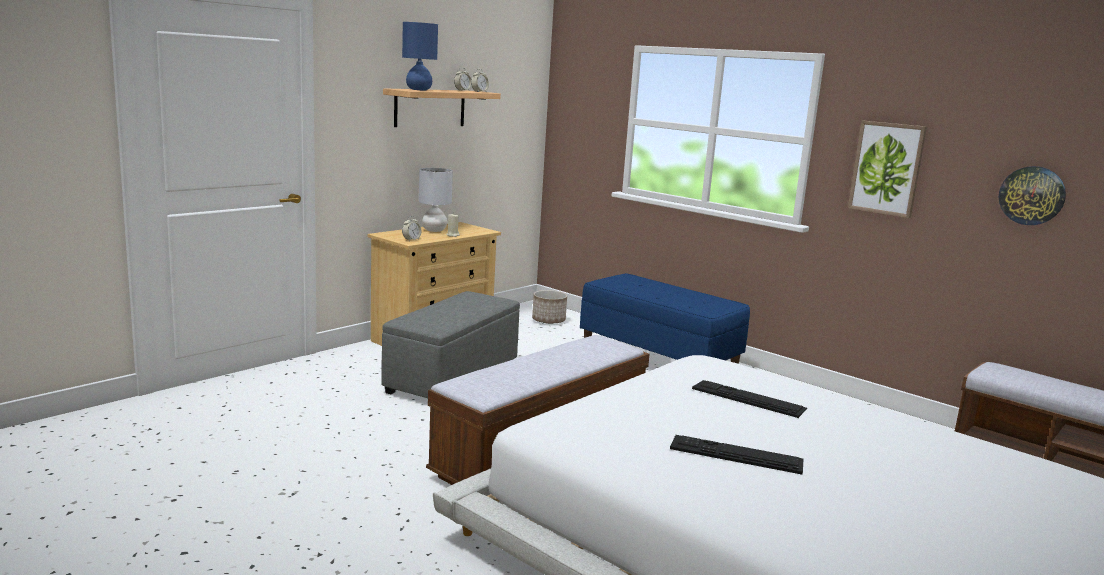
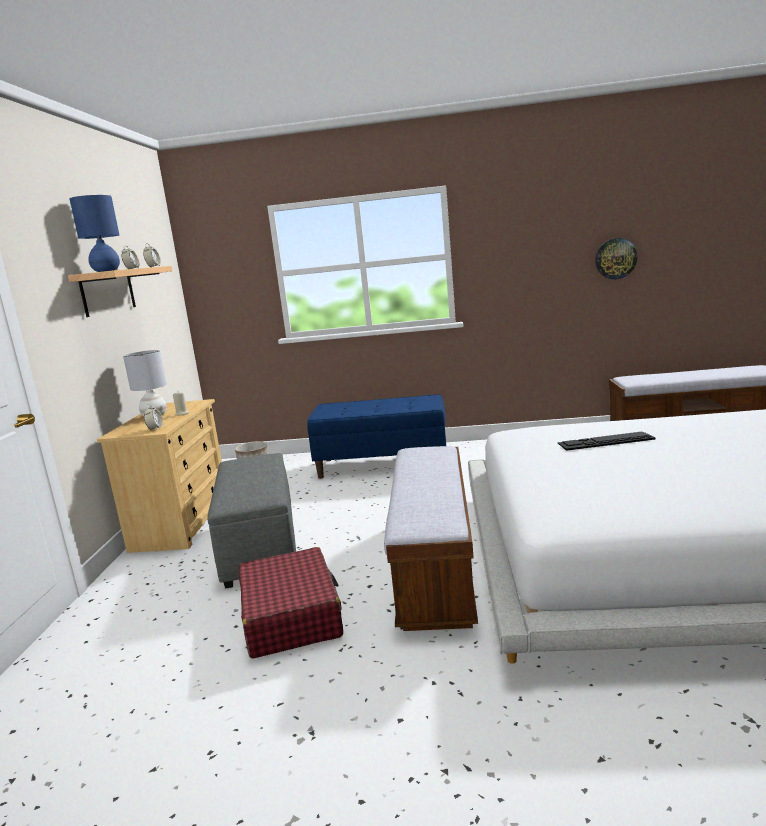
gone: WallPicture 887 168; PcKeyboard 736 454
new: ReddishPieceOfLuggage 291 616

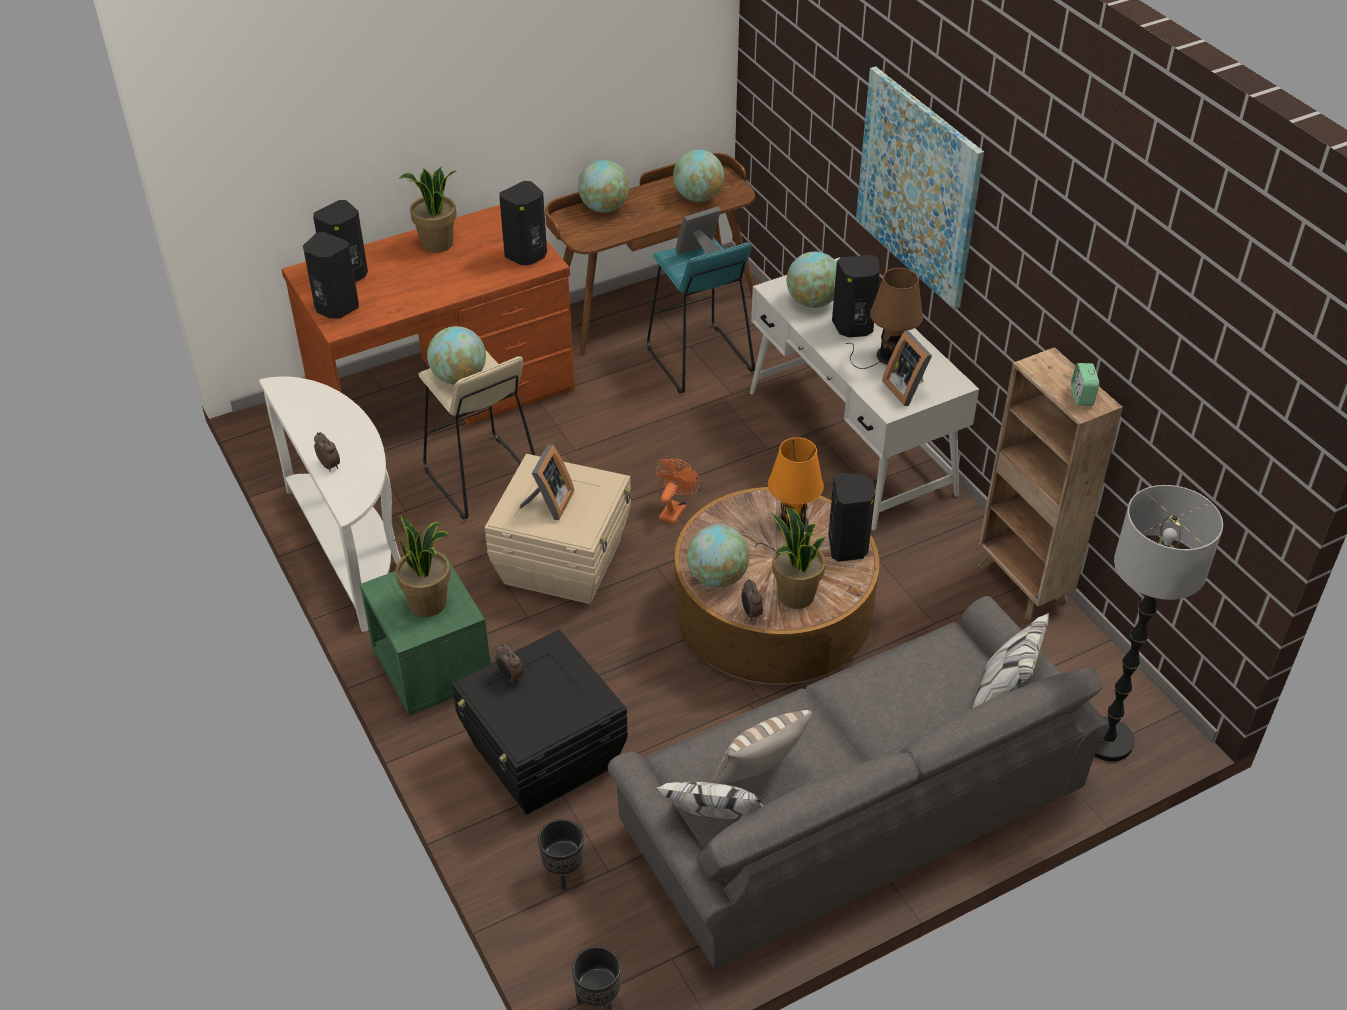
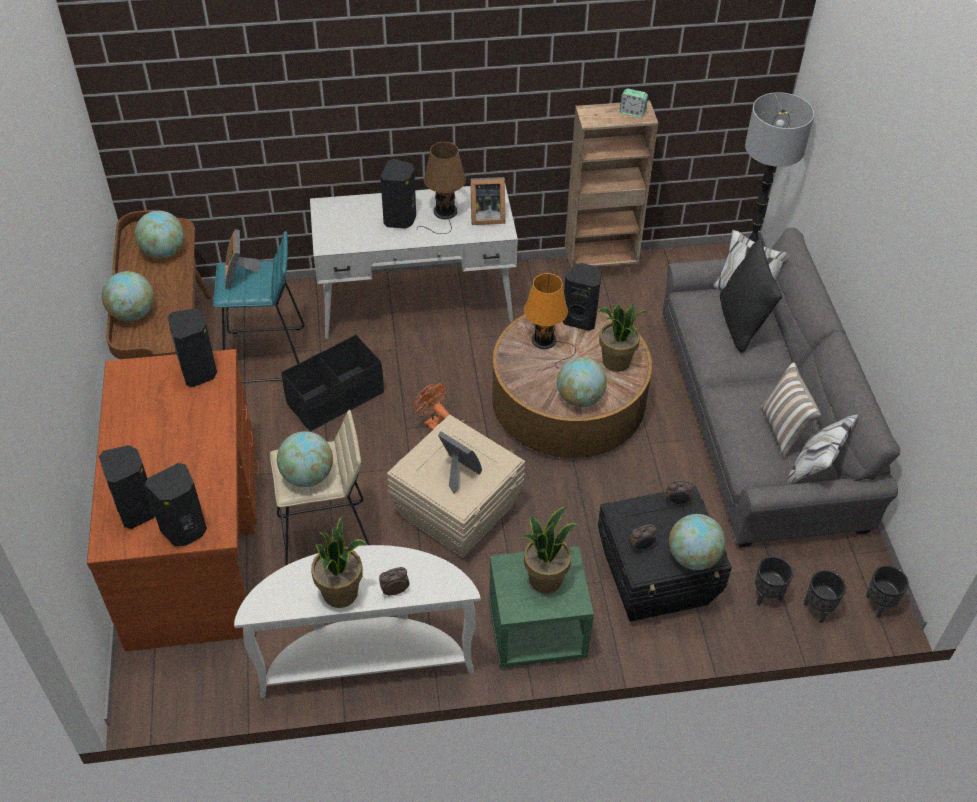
gone: WallPicture 918 187
new: BlackishThrowPillow 742 323; BlackishStorageContainer 335 398; BlackishFlowerPot 818 609
shifted: PottedPlant 437 244 to 341 593; WorldGlobe 812 302 to 693 557; AlarmClock 751 613 to 677 502

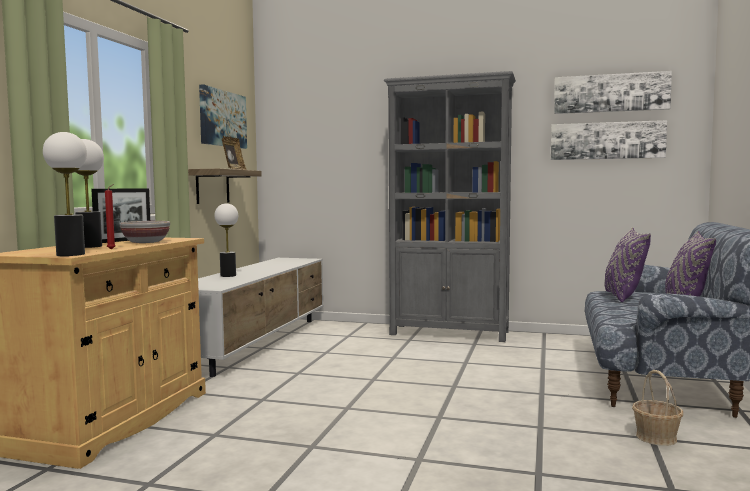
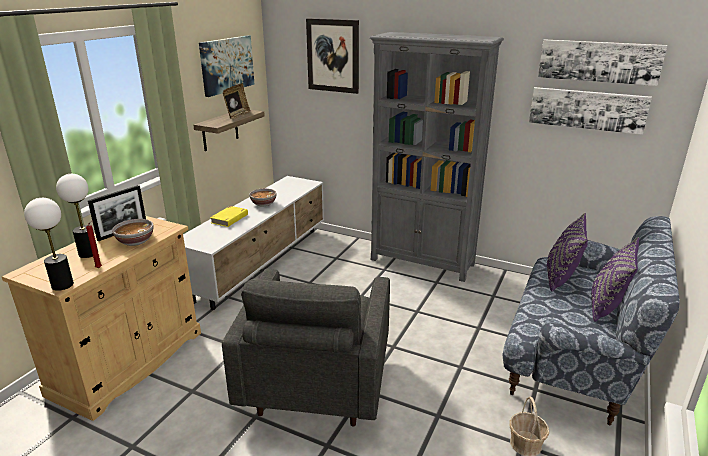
new: WallPicture 333 56; ServingBowl 263 204; GreyEasyChair 315 386
swapped: LampForATable 228 275 to YellowBook 230 218

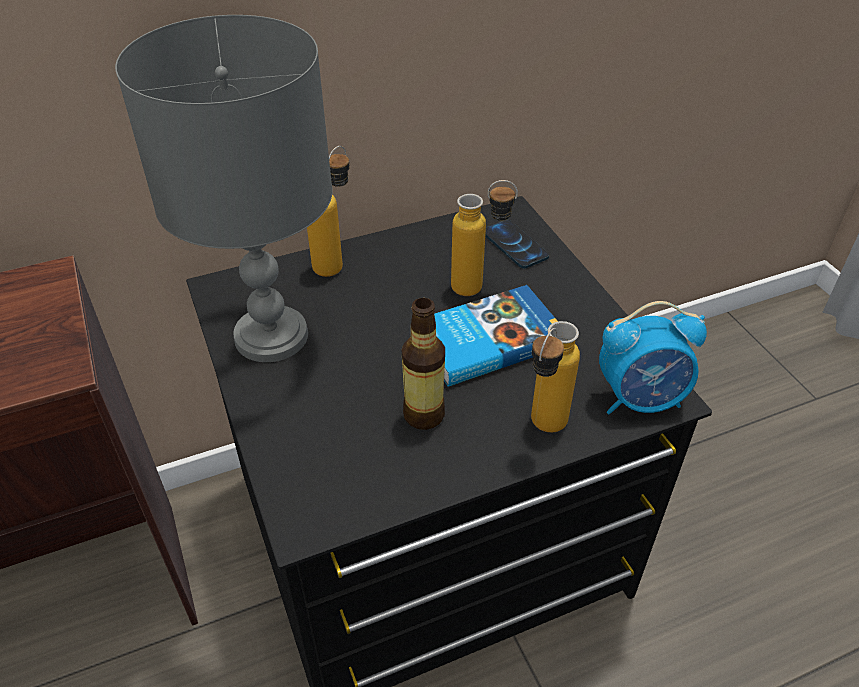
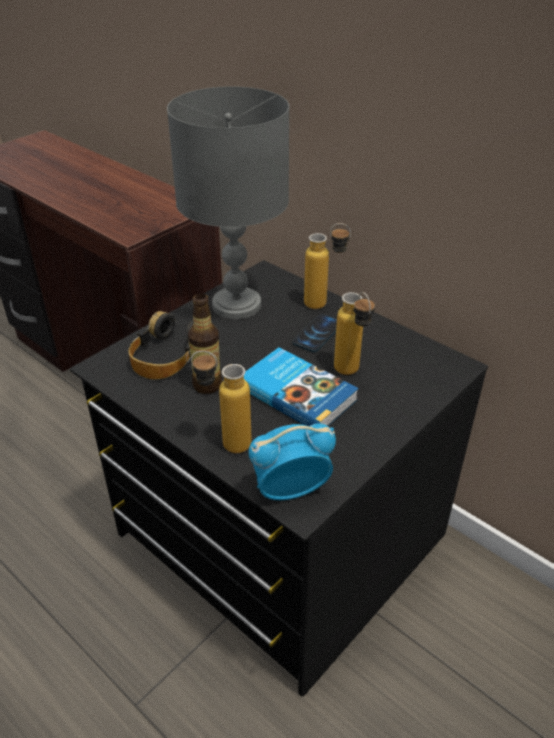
new: PairOfHeadphones 167 355
shifted: Phone 514 245 to 317 334
rotated: AlarmClock 641 399 = 289 490 105 degrees clockwise

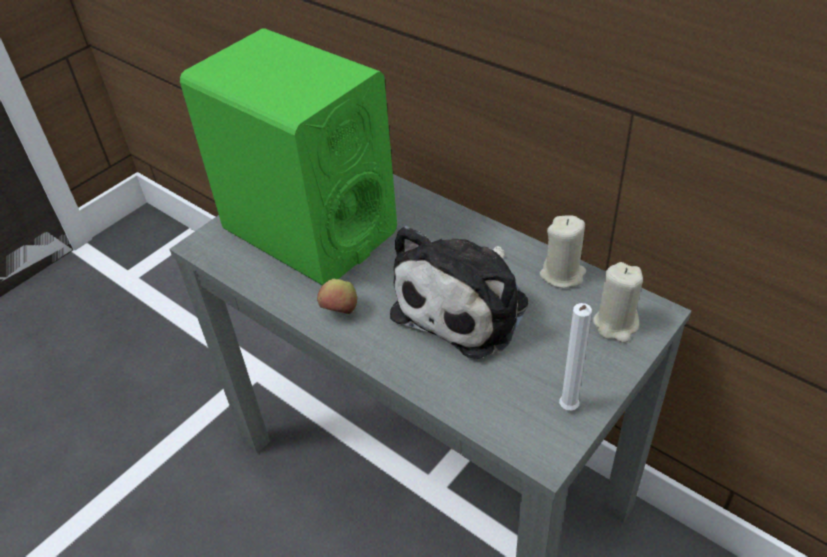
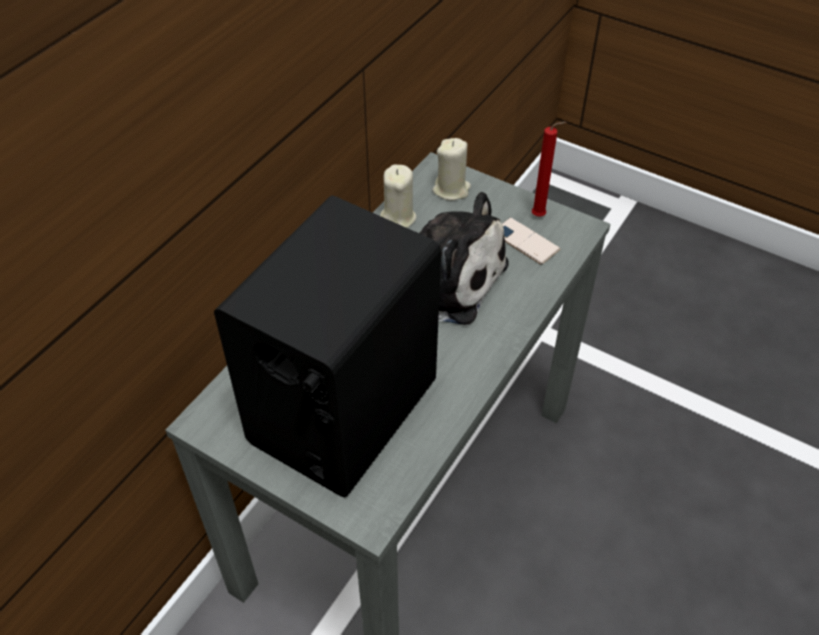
gone: AppleFruit 340 312
new: Phone 525 241
repainted: GreenishSpeaker 309 230 to BlackishSpeaker 343 413; WhitishWaxLight 567 410 to ReddishWaxLight 540 216

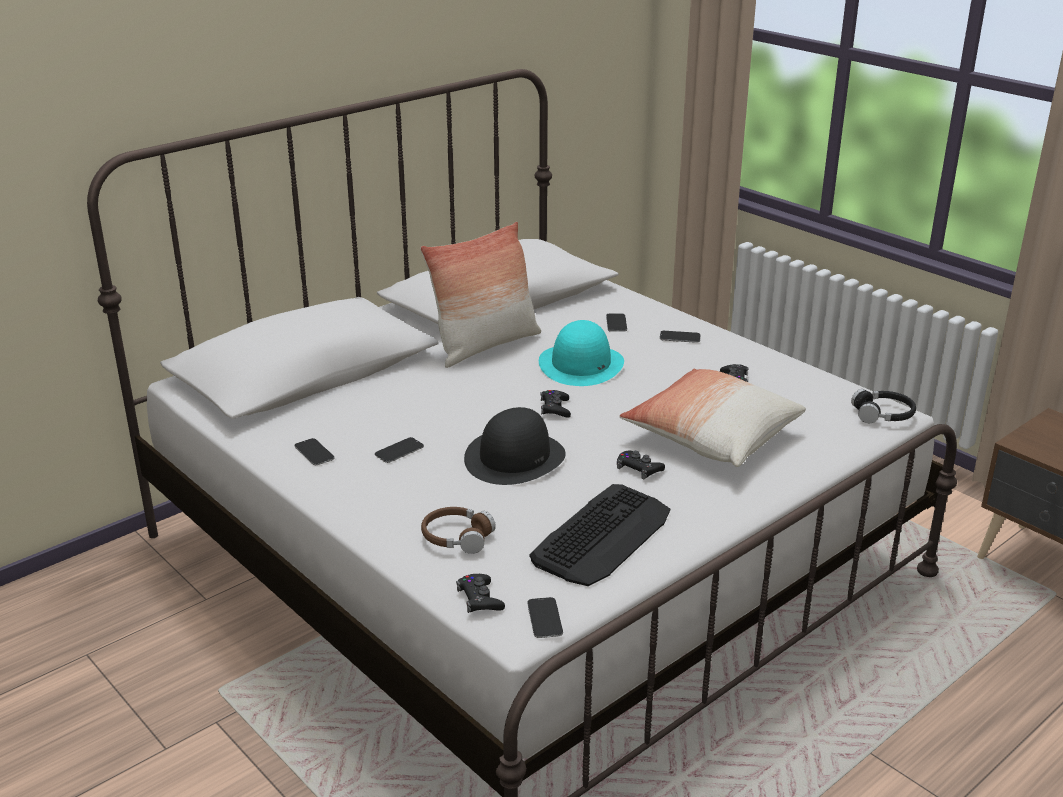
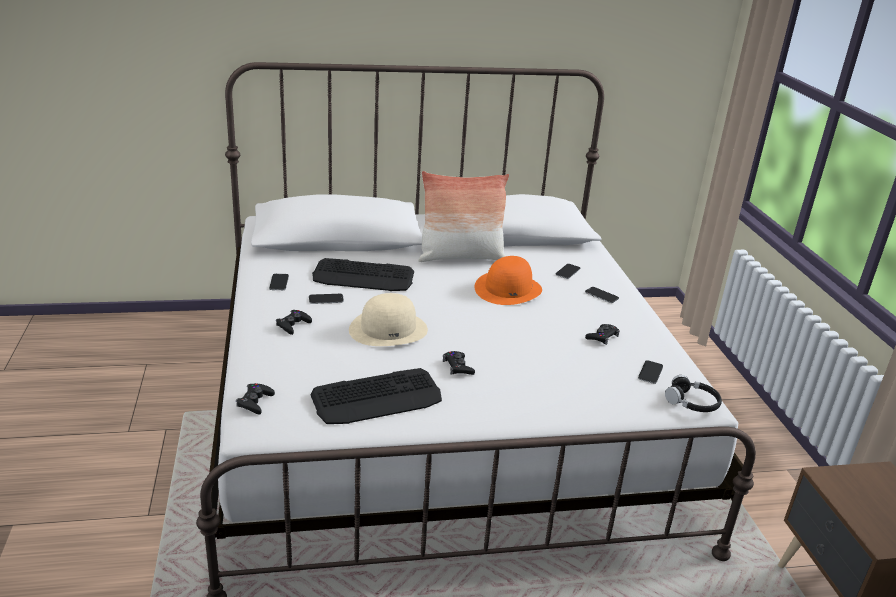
gone: ThrowPillow 711 437; BrownColouredPairOfHeadphones 457 537
new: PcKeyboard 363 277
shifted: BlackishGamepad 555 408 to 293 325; Phone 545 619 to 650 373
repainted: TurquoiseColouredHat 581 364 to OrangeyHat 508 289; BlackishHat 515 457 to BeigeHat 388 329

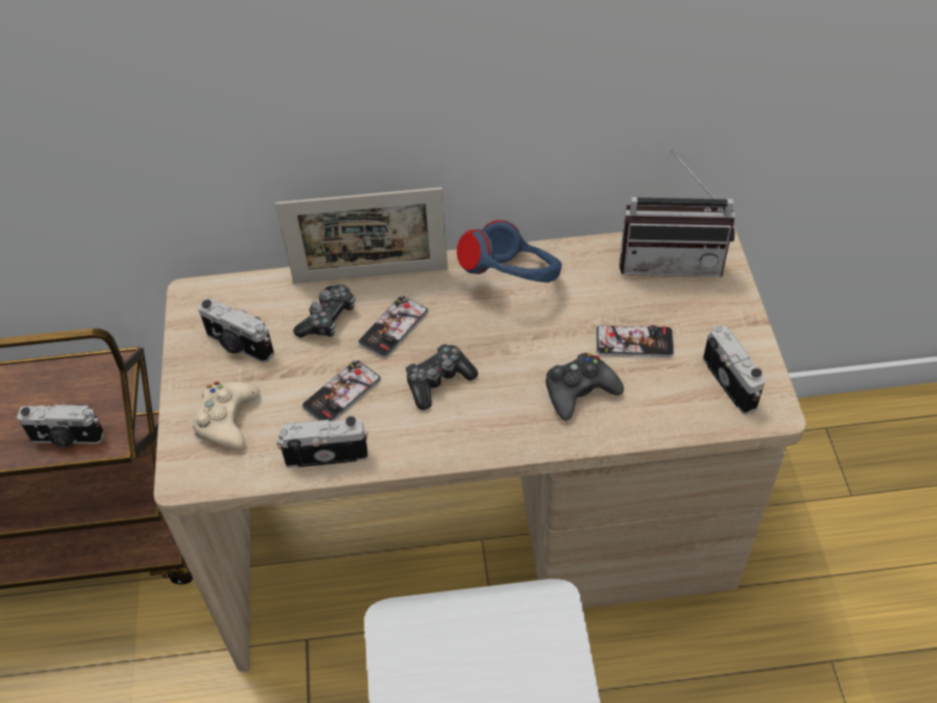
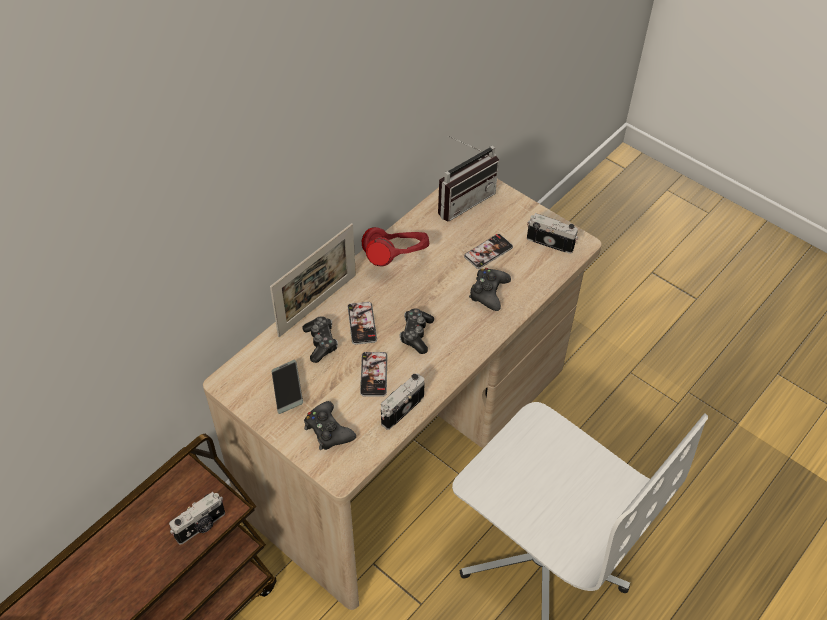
swapped: PhotoCamera 238 345 to Phone 287 390
repainted: BlueColouredPairOfHeadphones 512 280 to ReddishPairOfHeadphones 396 259; BeigeGamepad 227 420 to BlackishGamepad 328 431

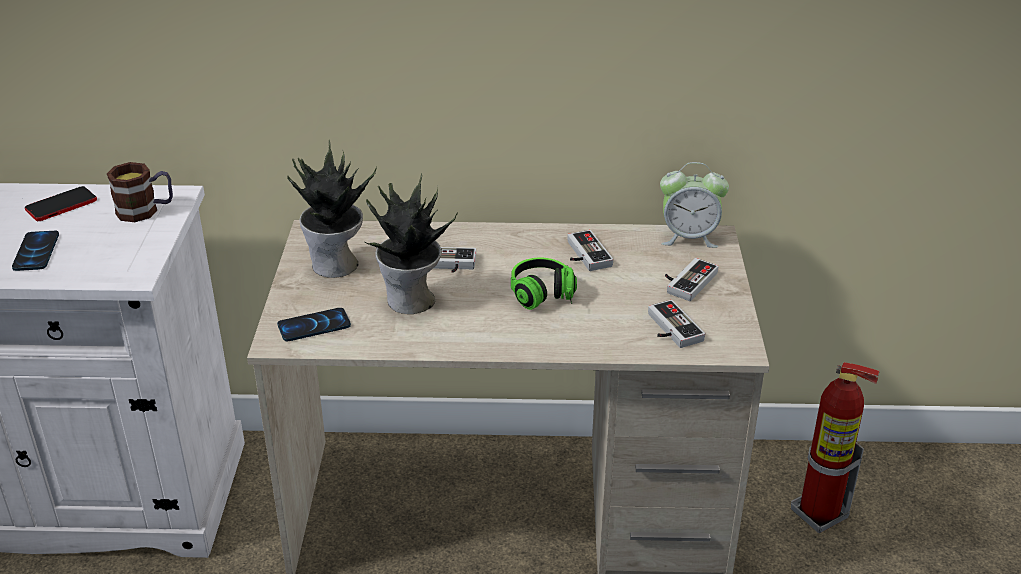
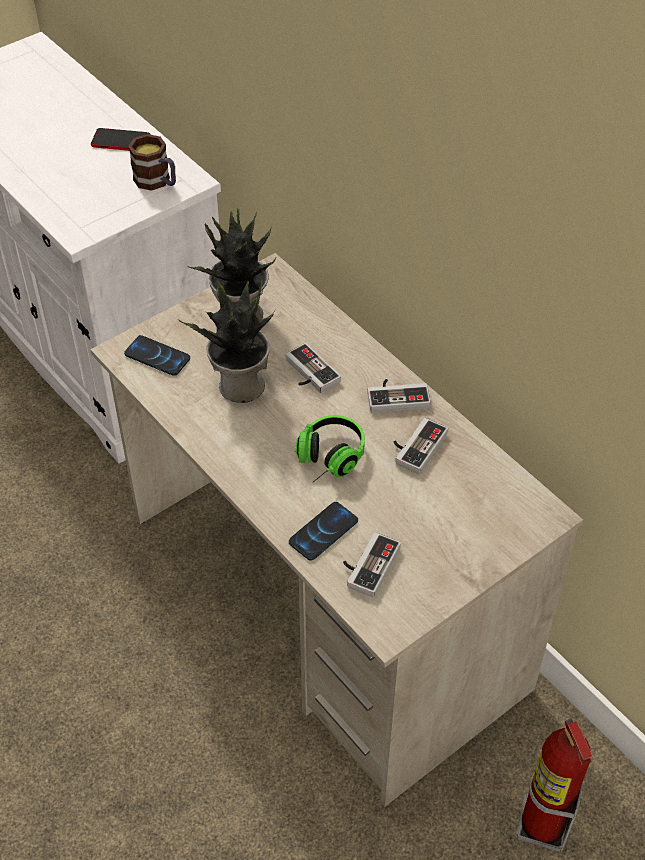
gone: AlarmClock 689 237
shifted: Phone 36 252 to 323 532; Gamepad 686 281 to 397 396

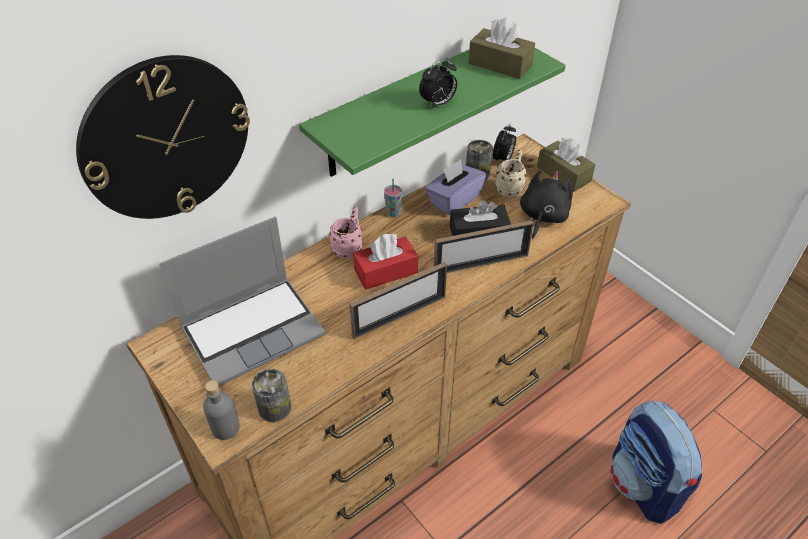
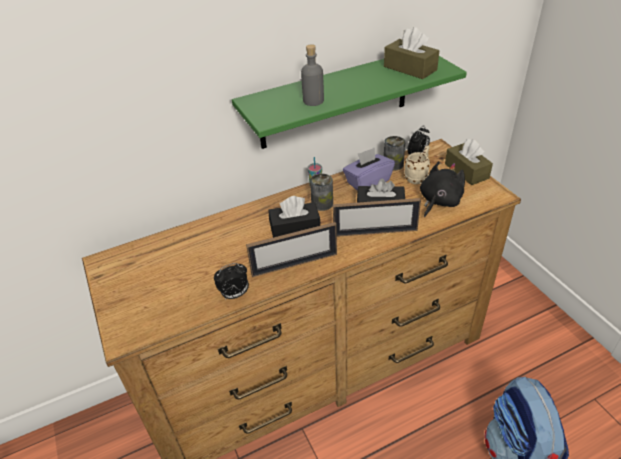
gone: HangingClock 166 139; PinkColouredTeaMug 349 247; NotebookComputer 253 329
shifted: AlarmClock 438 103 to 234 295; SealedCan 274 407 to 322 203; GreyDrinkBottle 225 428 to 313 101
repainted: ReddishBoxOfTissues 386 271 to BlackishBoxOfTissues 295 229

